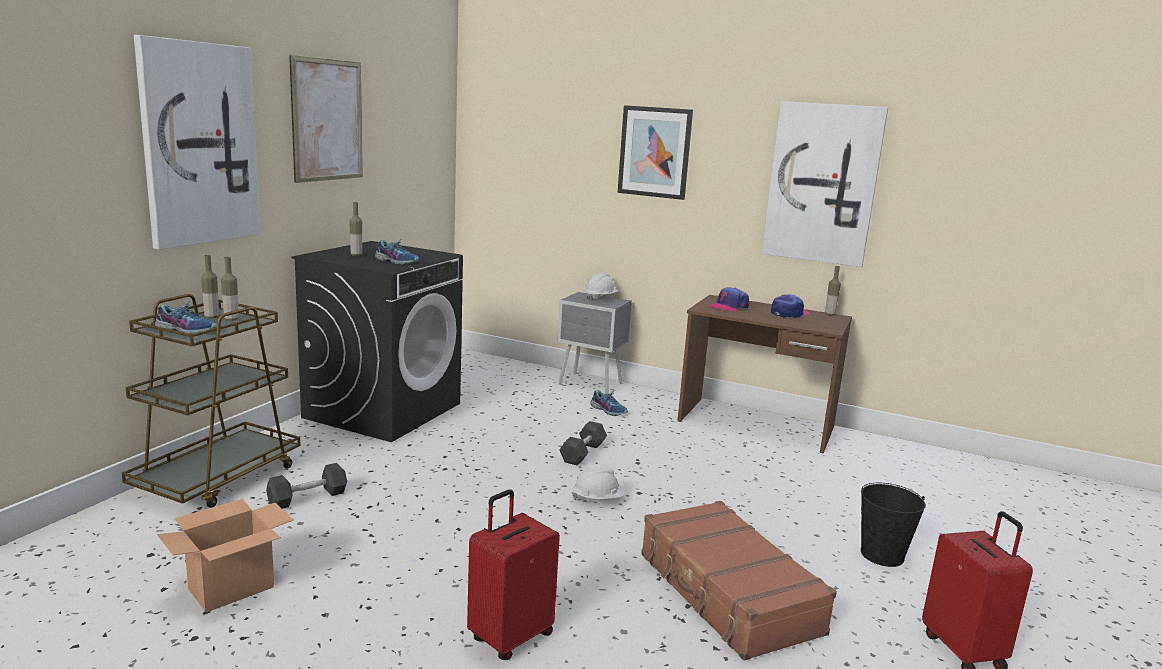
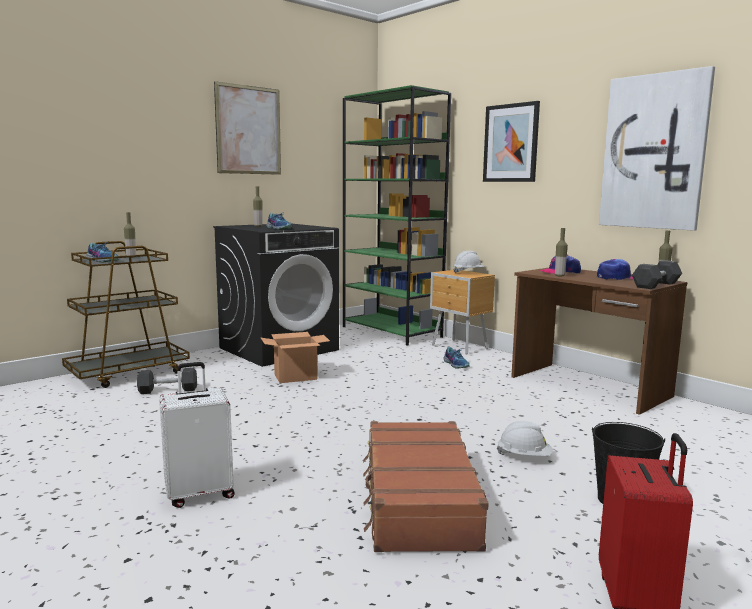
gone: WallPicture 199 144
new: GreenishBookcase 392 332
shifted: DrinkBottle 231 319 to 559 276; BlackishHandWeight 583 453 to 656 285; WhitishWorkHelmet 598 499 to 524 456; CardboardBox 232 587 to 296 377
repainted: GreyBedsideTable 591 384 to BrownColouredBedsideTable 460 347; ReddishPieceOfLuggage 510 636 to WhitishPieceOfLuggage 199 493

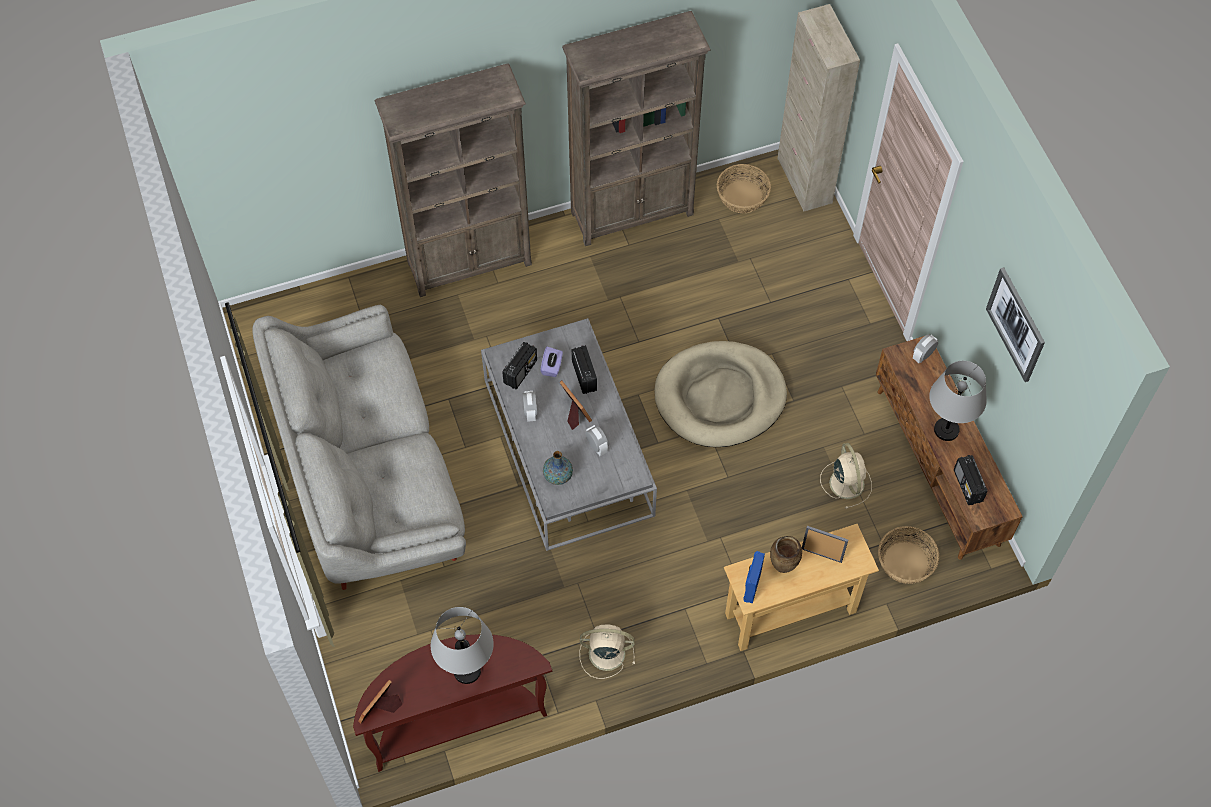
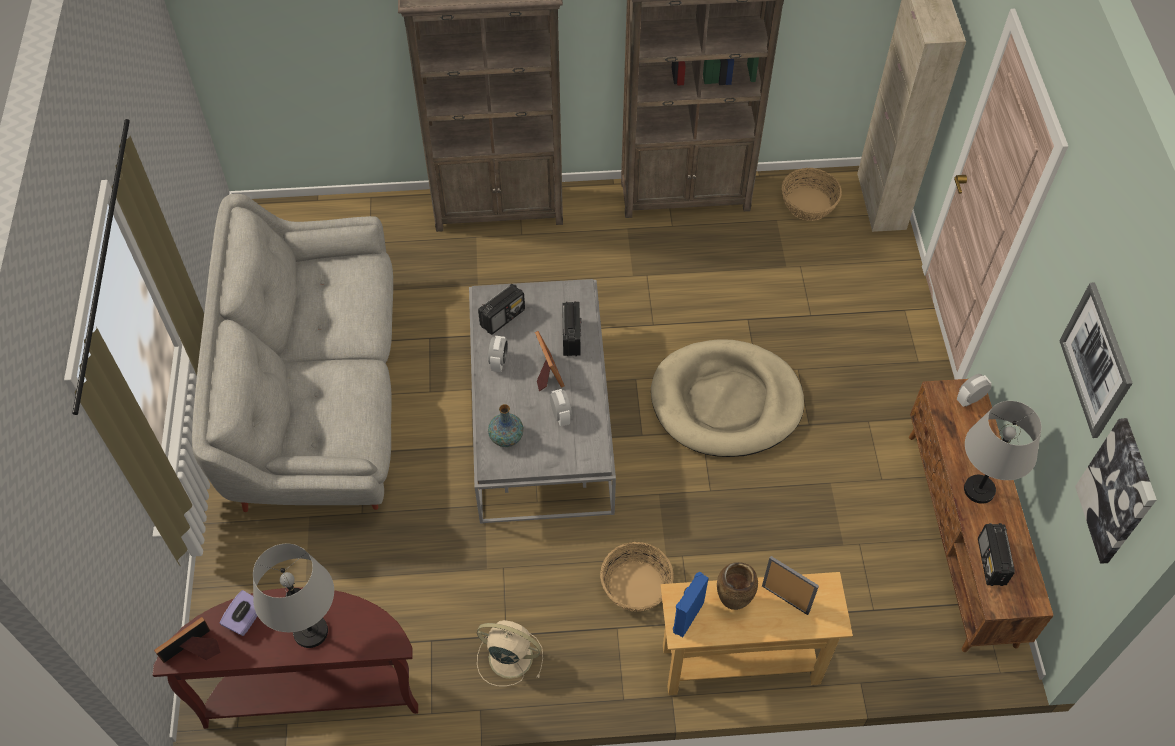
gone: BeigeFan 846 482
new: WallPicture 1117 492
shifted: PurpleColouredBoxOfTissues 552 367 to 245 619; Basket 905 563 to 636 586

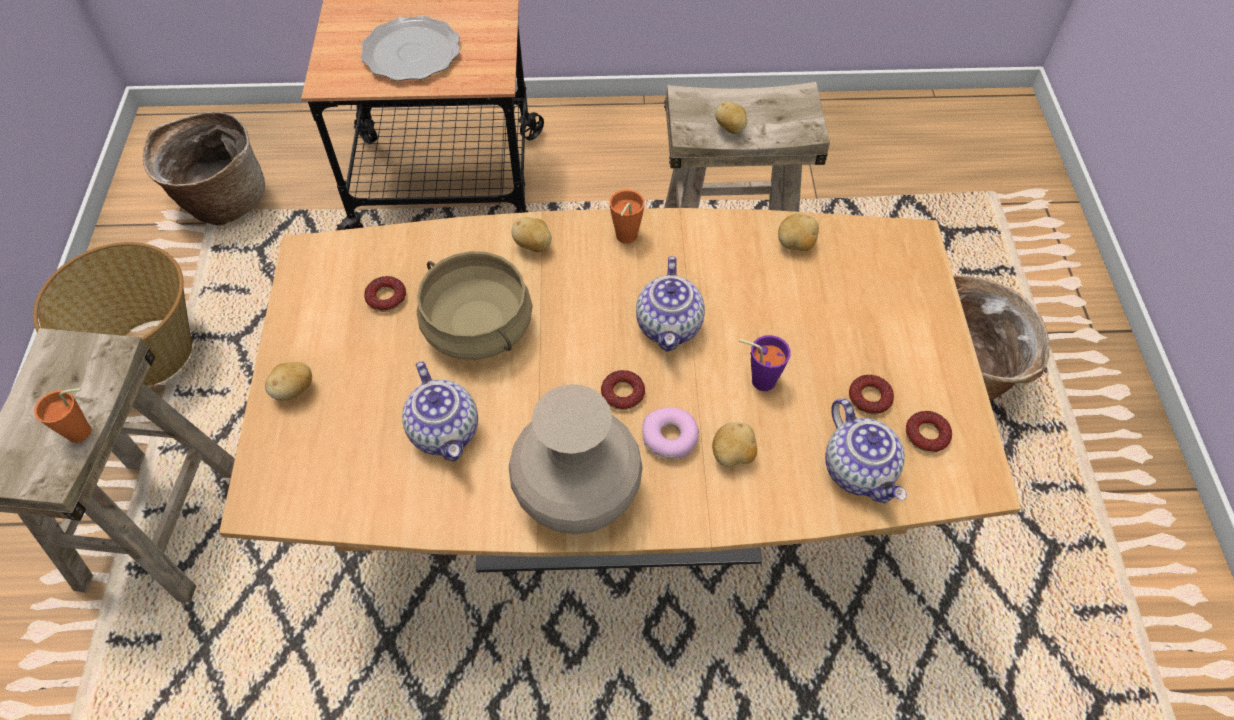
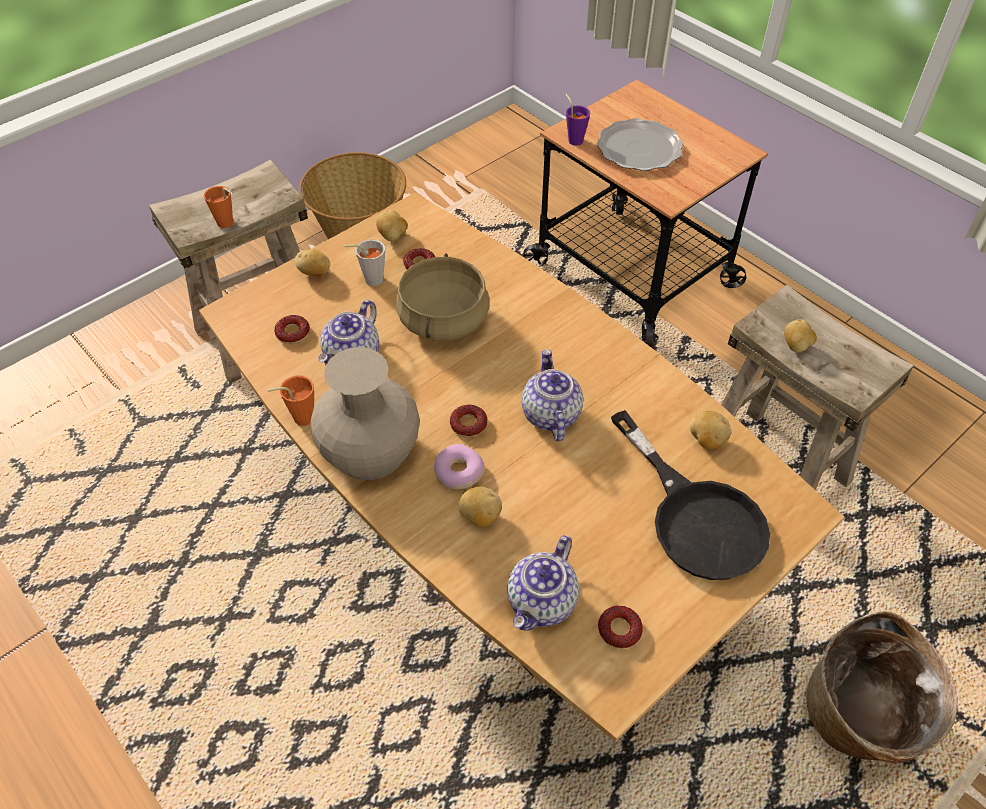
gone: Basket 221 201
new: GreySmallCup 369 280; BlackishPan 696 516
shifted: OrangeySmallCup 624 239 to 299 418; WholePotato 533 245 to 393 236; PurpleColouredSmallCup 757 379 to 574 138; Doughnut 869 398 to 293 333
rotated: PotForTea 670 326 = 550 414 120 degrees clockwise

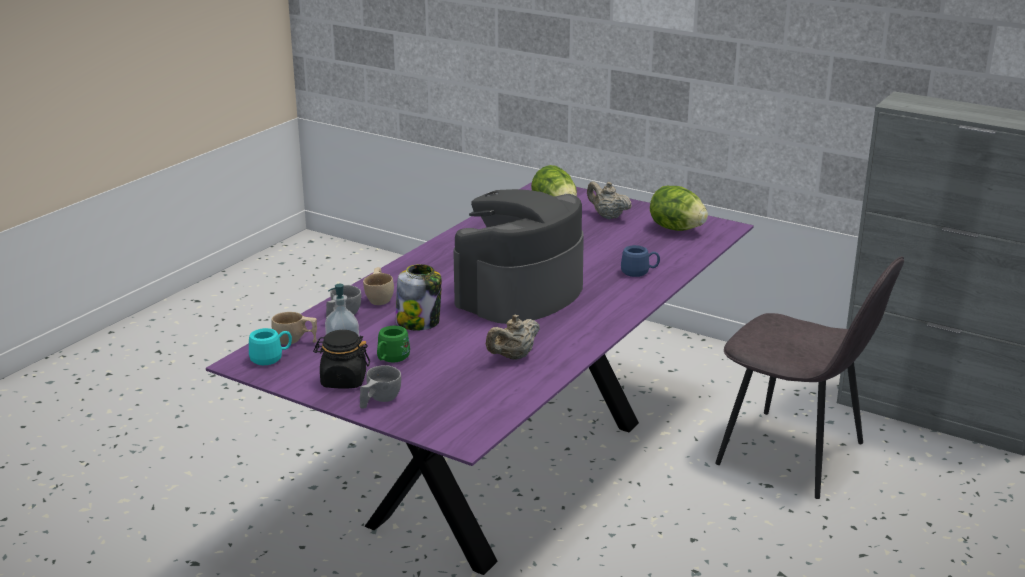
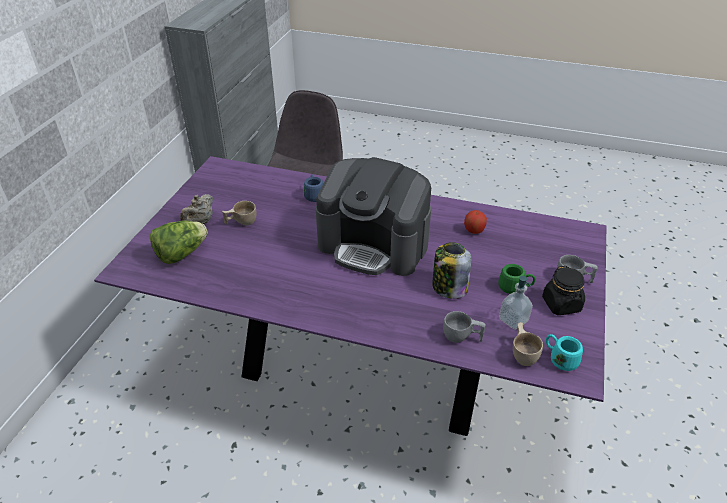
gone: Lettuce 676 229
shifted: BeigeSmallCup 380 298 to 241 222
swapped: BeigePotForTea 513 357 to AppleFruit 474 231

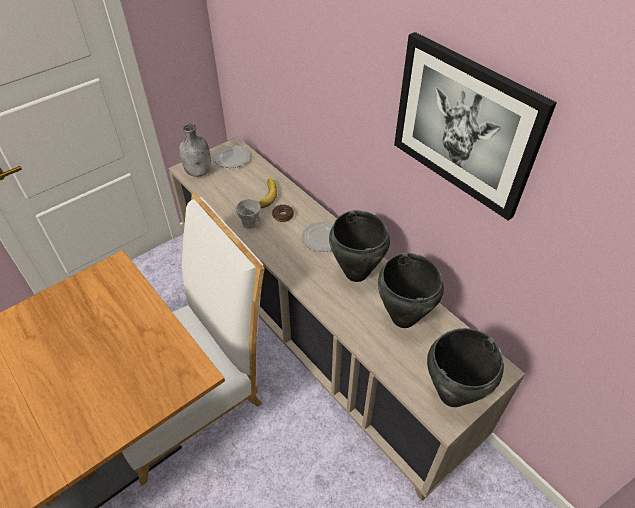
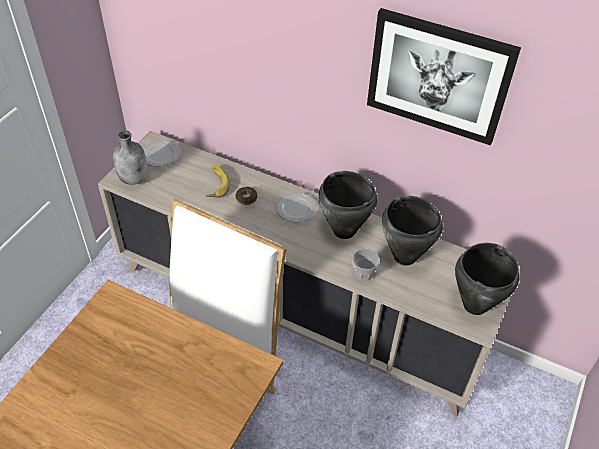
shifted: SmallCup 250 222 to 363 274

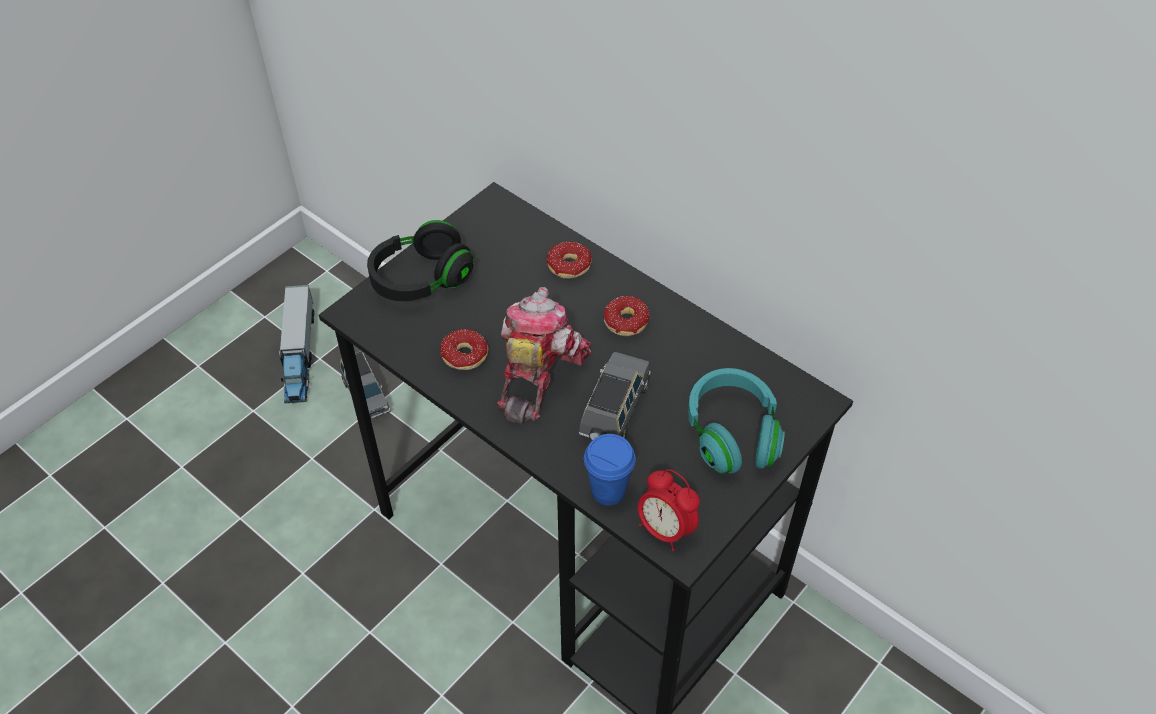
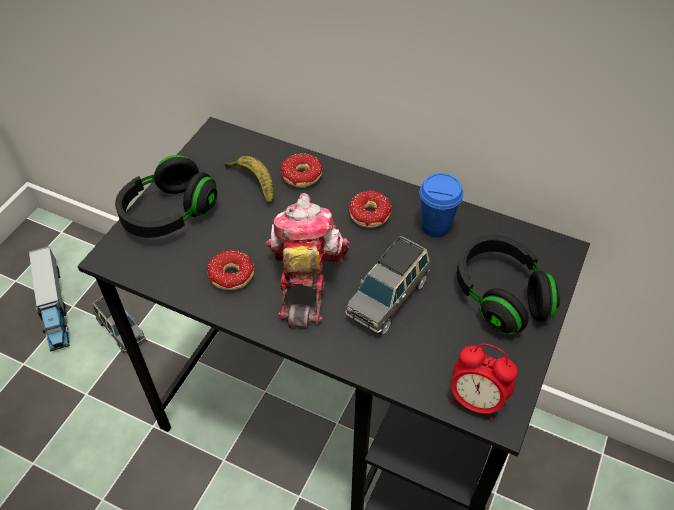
new: Banana 254 182
shifted: BlueColouredSmallCup 608 491 to 435 227
repainted: TurquoiseColouredPairOfHeadphones 732 434 to BlackishPairOfHeadphones 501 295
rotated: GreyMiniatureCar 614 411 = 388 298 150 degrees counterclockwise

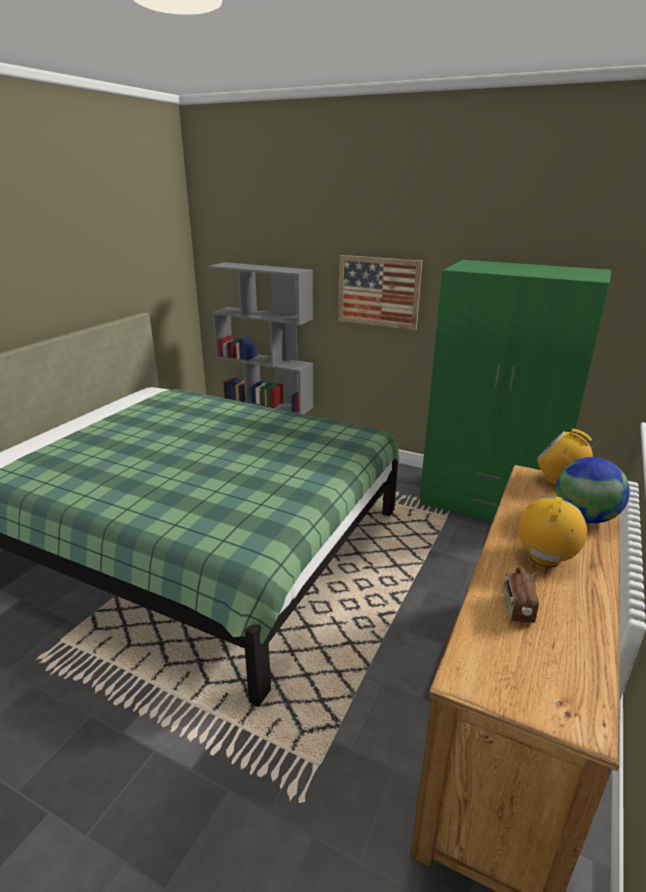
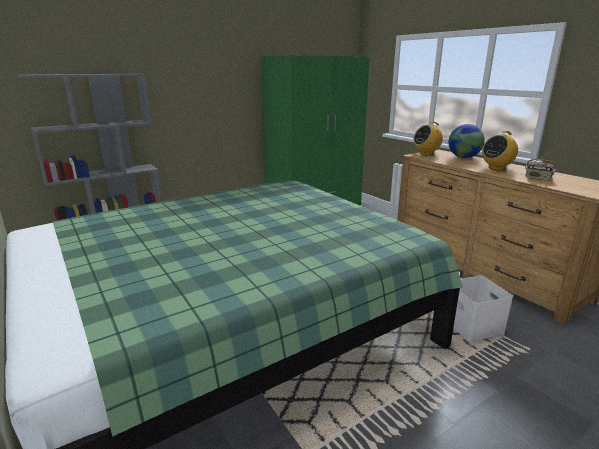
gone: WallPicture 378 292
new: WhitishStorageContainer 473 326
rotated: RadioSet 545 558 = 496 168 90 degrees counterclockwise

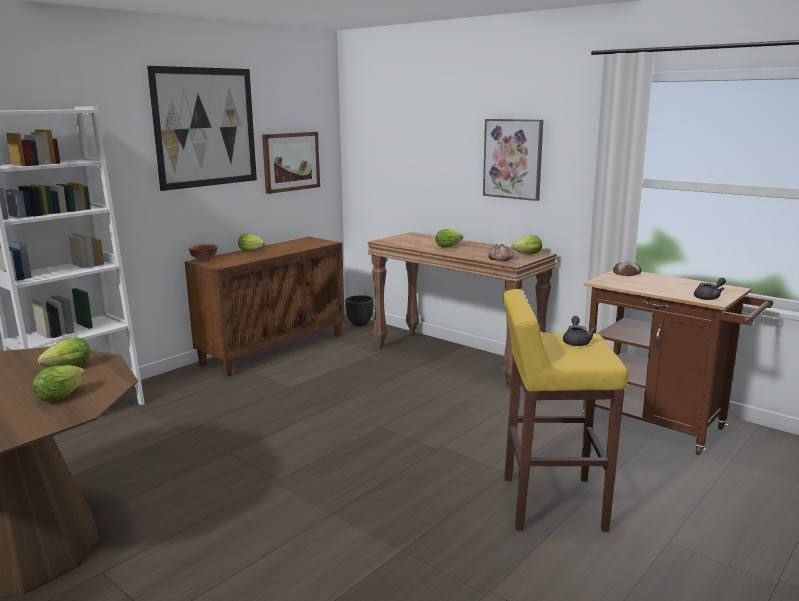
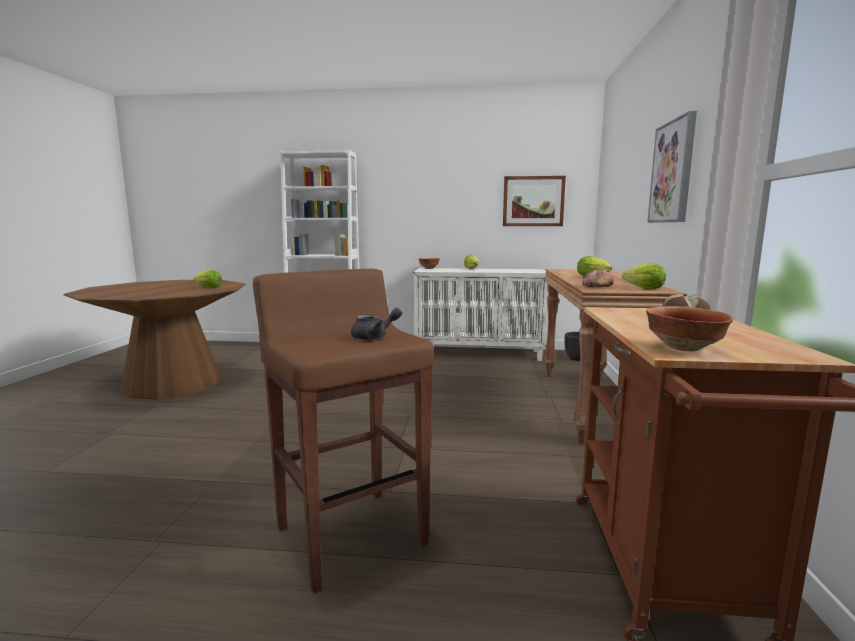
gone: WallPicture 205 127; Lettuce 63 395
swapped: GreyPotForTea 709 297 to ServingBowl 685 348
repainted: BrownColouredStorageCabinet 274 349 to WhitishStorageCabinet 479 354; YellowStool 550 503 to BrownColouredStool 350 534

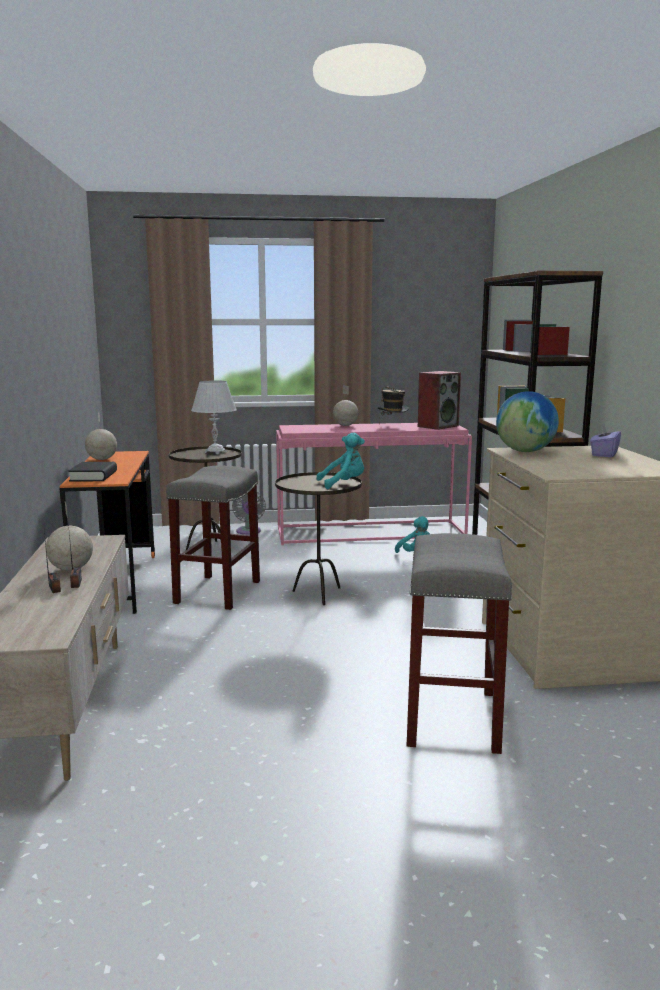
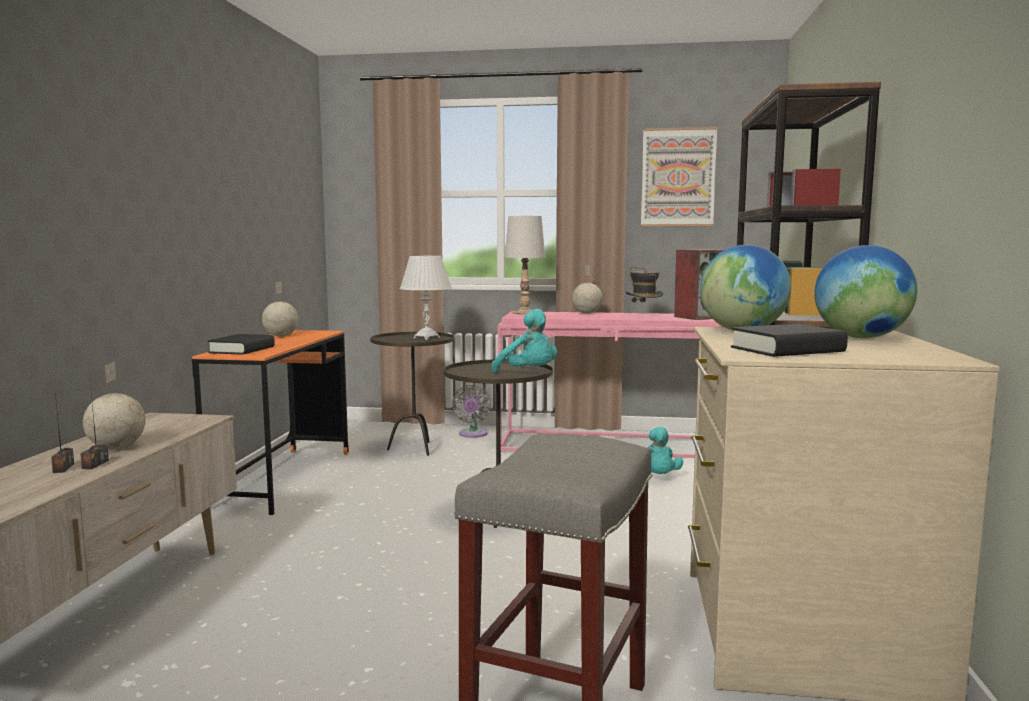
gone: GreyStool 218 592
new: WallPicture 678 177; WhitishLampForATable 524 313; BlackishBook 787 350
swapped: PurpleColouredBoxOfTissues 604 454 to WorldGlobe 861 338
rotated: TurquoiseColouredPlushToy 344 484 = 529 373 45 degrees clockwise

